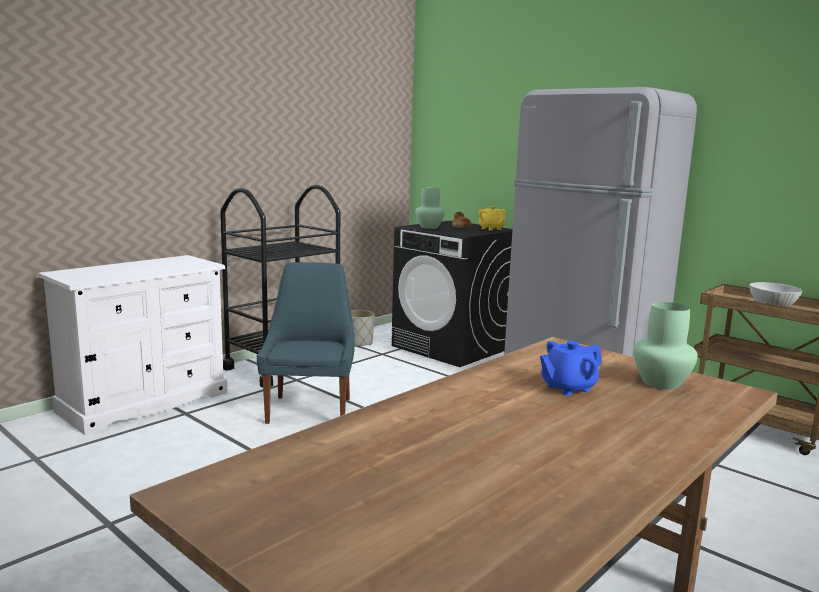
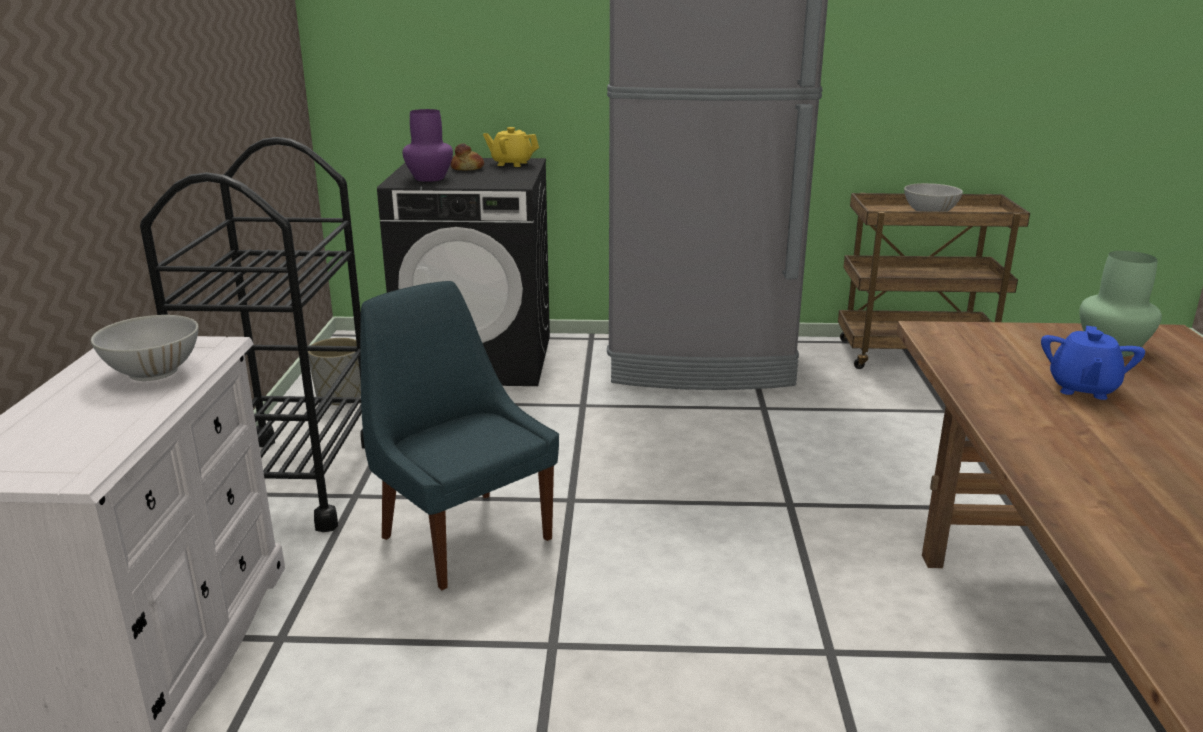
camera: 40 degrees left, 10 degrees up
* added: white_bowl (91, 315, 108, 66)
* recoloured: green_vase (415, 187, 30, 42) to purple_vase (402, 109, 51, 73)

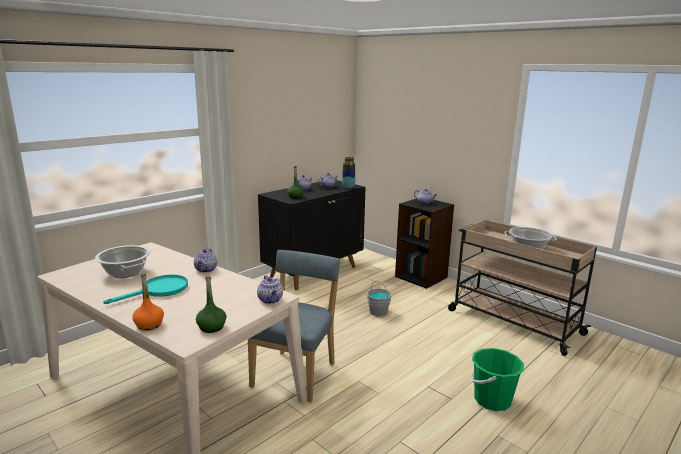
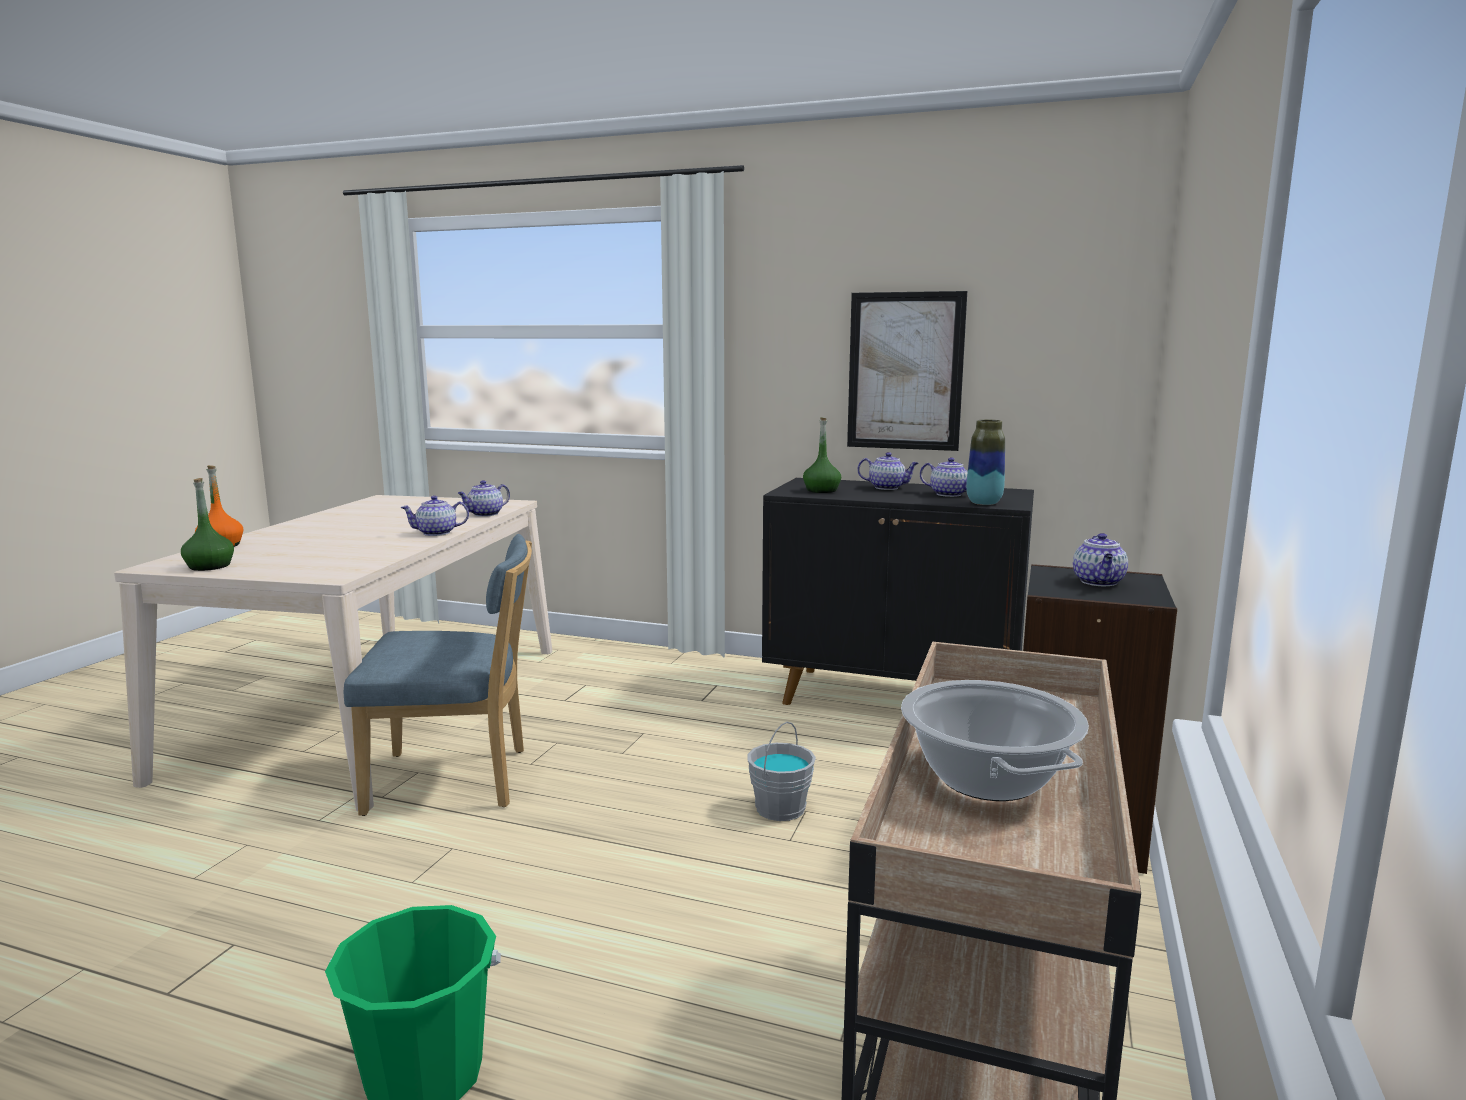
camera: 65 degrees right, 5 degrees down
* removed: cooking_pot (95, 245, 56, 33)
* removed: turquoise_frying_pan (103, 275, 85, 29)
* added: picture (847, 291, 120, 160)
* moved: teapot (257, 275, 26, 29) to (458, 480, 52, 37)

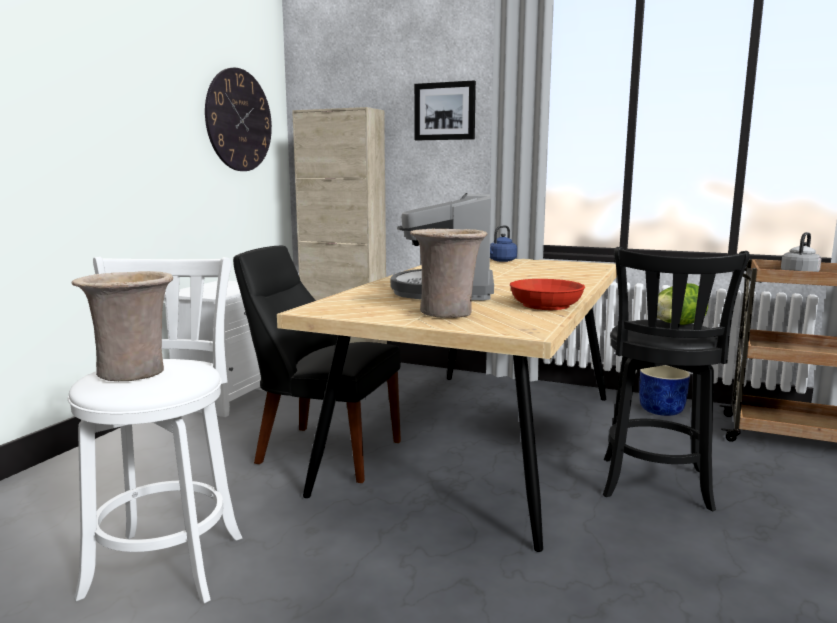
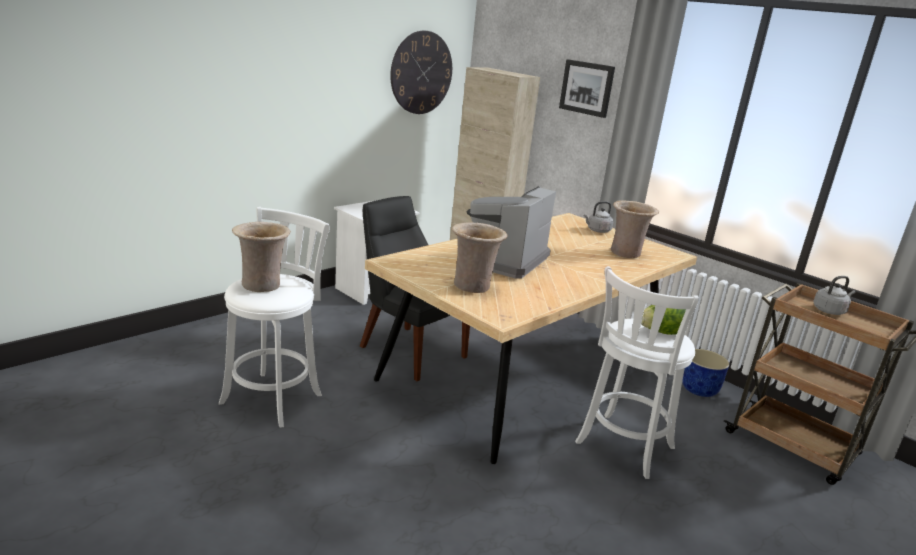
camera: 20 degrees right, 10 degrees up
* removed: red_bowl (510, 279, 75, 31)
* added: beige_vase (611, 200, 48, 58)
* recoloured: blue_kettle (490, 225, 27, 37) to grey_kettle (583, 201, 30, 32)
* recoloured: black_stool (603, 247, 147, 265) to white_stool (575, 266, 124, 213)

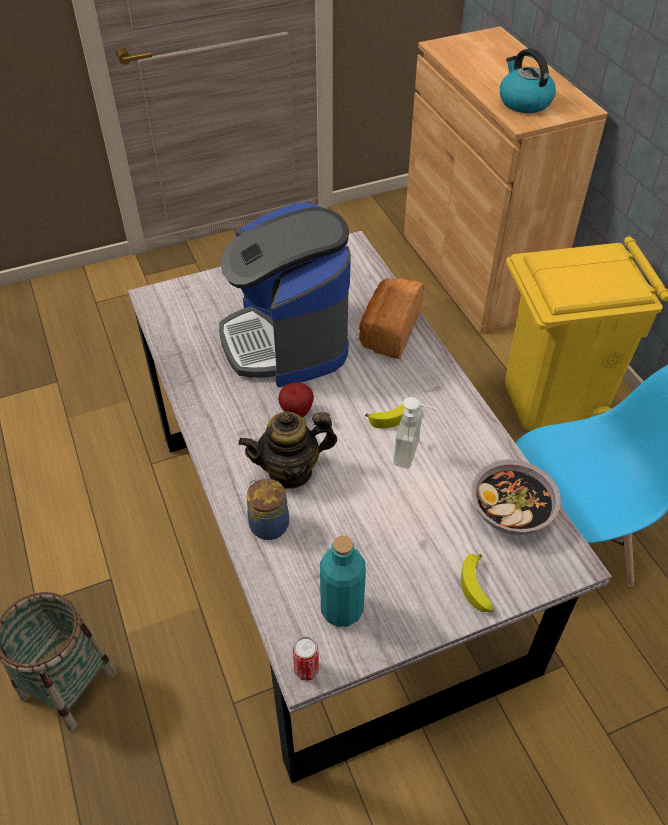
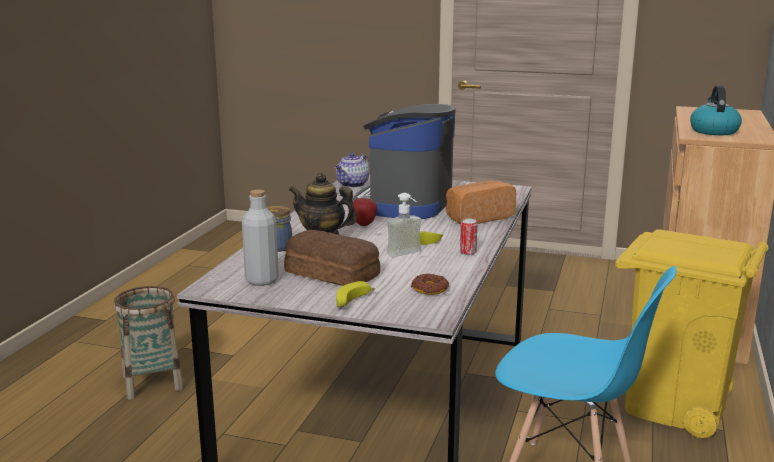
camera: 40 degrees right, 30 degrees down
* added: bread (284, 230, 96, 56)
* added: teapot (335, 153, 34, 35)
* moved: can (293, 636, 26, 45) to (460, 219, 17, 36)
* replaced: bowl (472, 459, 89, 76) to donut (411, 274, 38, 21)
* recoloured: turquoise_bottle (320, 536, 46, 91) to grey_bottle (242, 190, 37, 96)

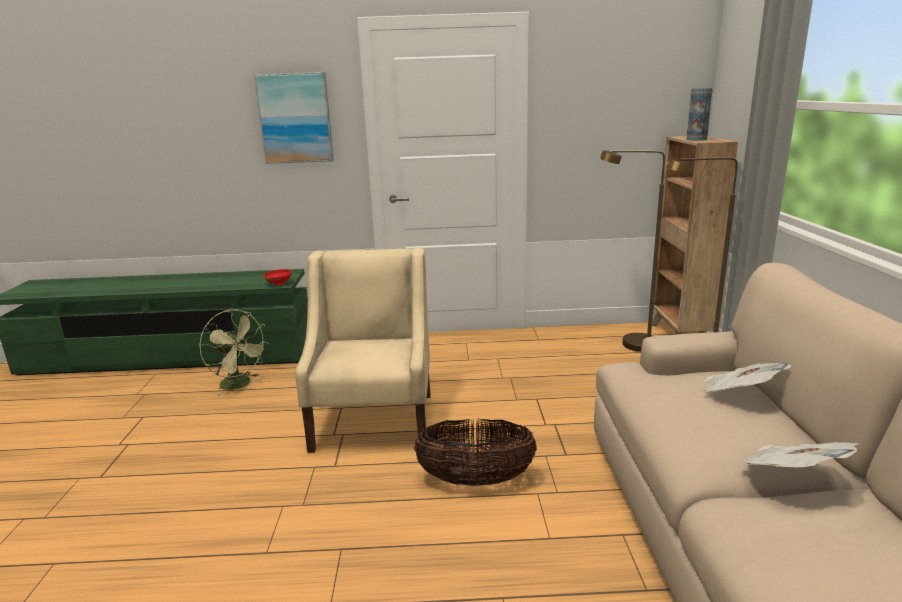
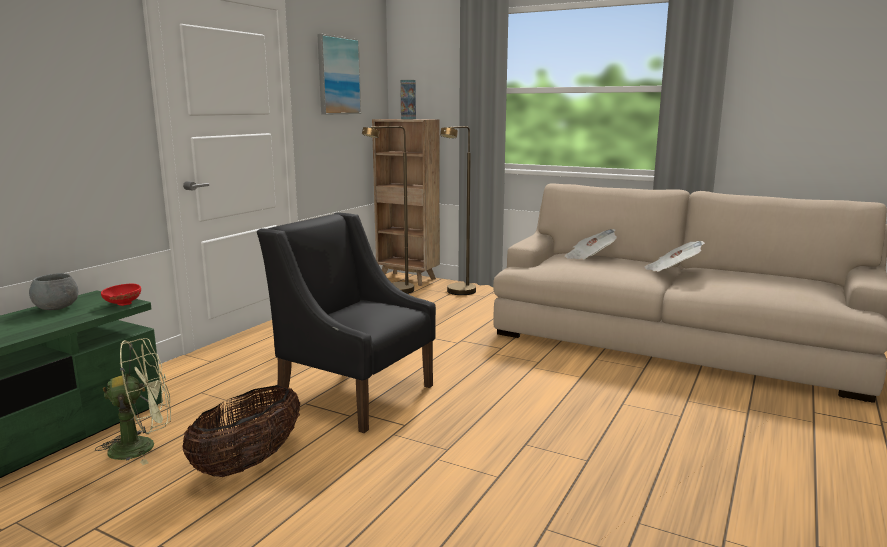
camera: 60 degrees left, 5 degrees down
* added: grey_bowl (29, 273, 49, 37)
* moved: picture (253, 72, 81, 92) to (317, 34, 44, 81)
* moved: basket (413, 419, 124, 67) to (183, 385, 117, 92)
* recoloured: beige_armchair (295, 247, 136, 206) to black_armchair (257, 213, 179, 220)

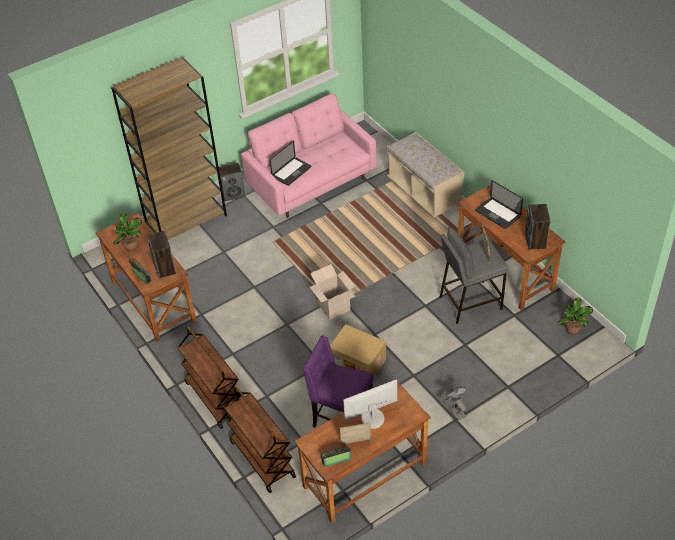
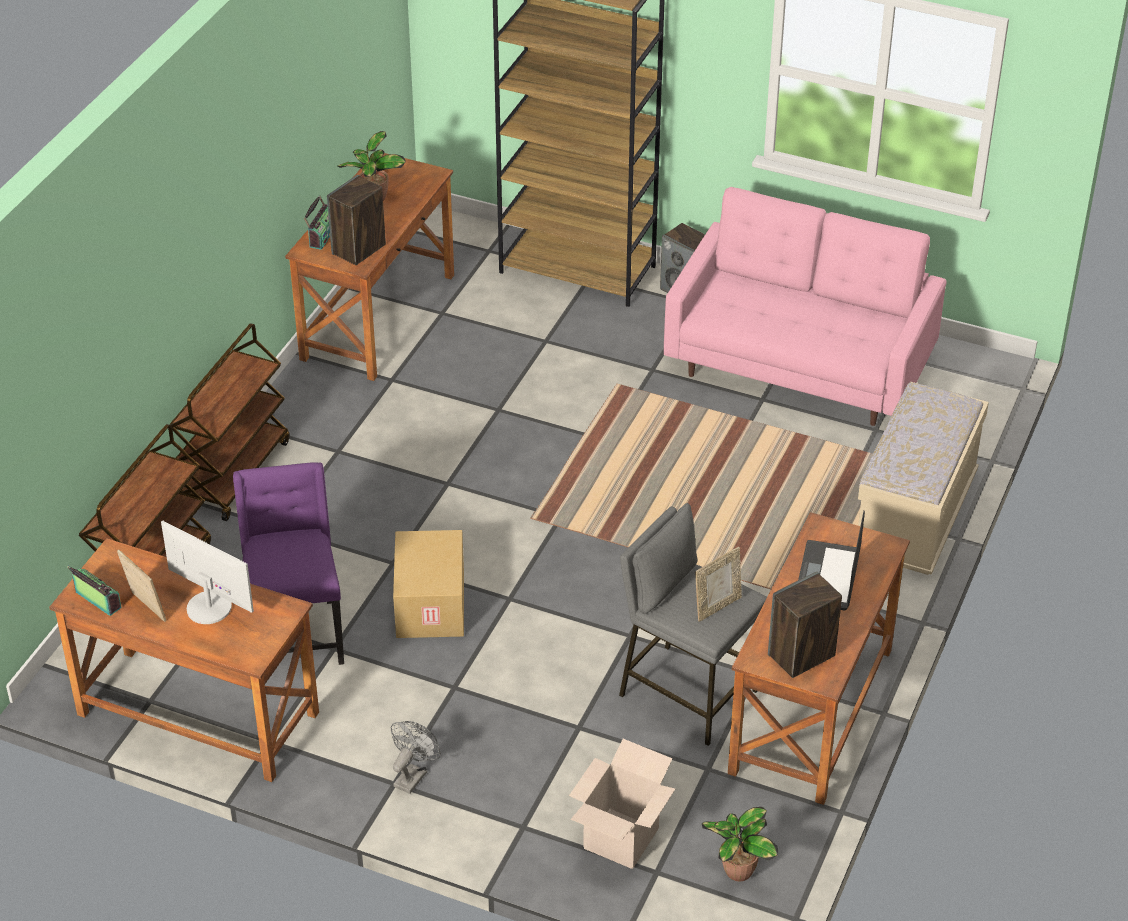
camera: 55 degrees right, 5 degrees down
* removed: laptop (270, 141, 41, 45)
* moved: cardboard_box (310, 264, 45, 56) to (569, 739, 106, 130)

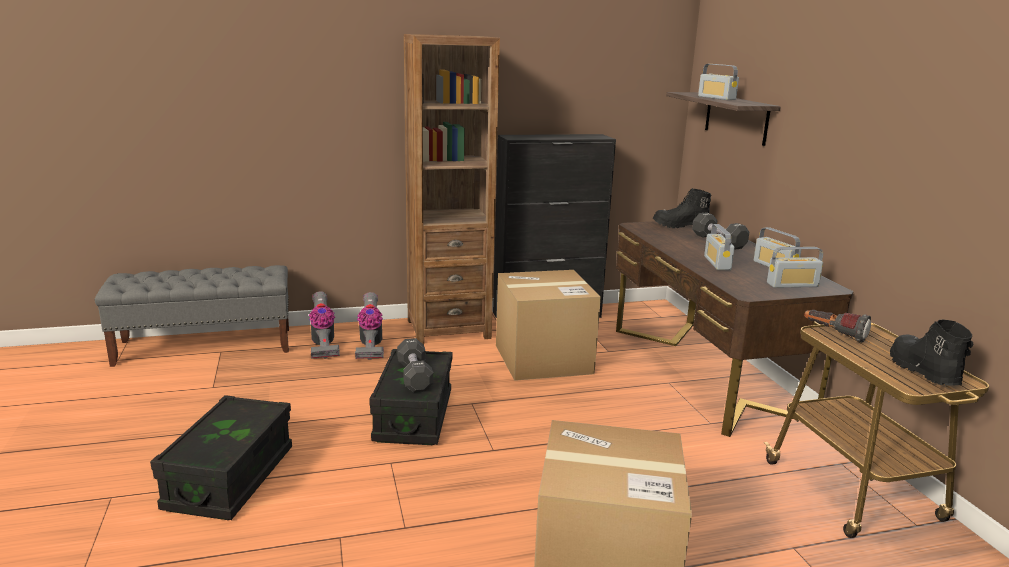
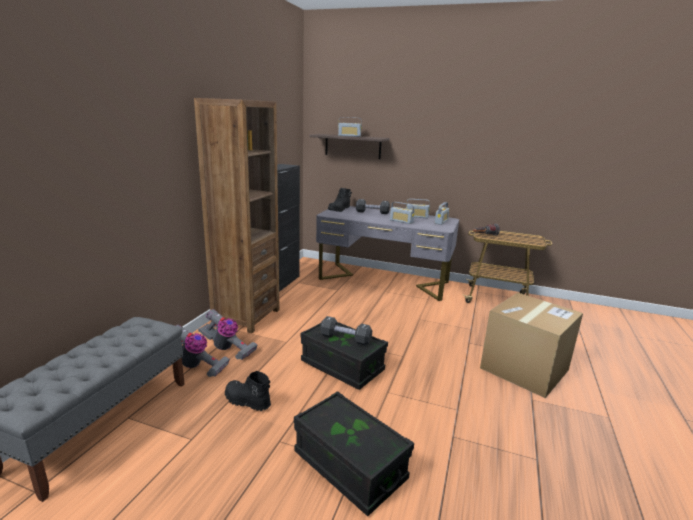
camera: 55 degrees left, 0 degrees up
* removed: cardboard_box (496, 270, 105, 111)
* moved: black_boot (890, 320, 83, 66) to (225, 371, 46, 40)
* recoloured: brown_desk (616, 221, 238, 216) to grey_desk (316, 206, 143, 95)

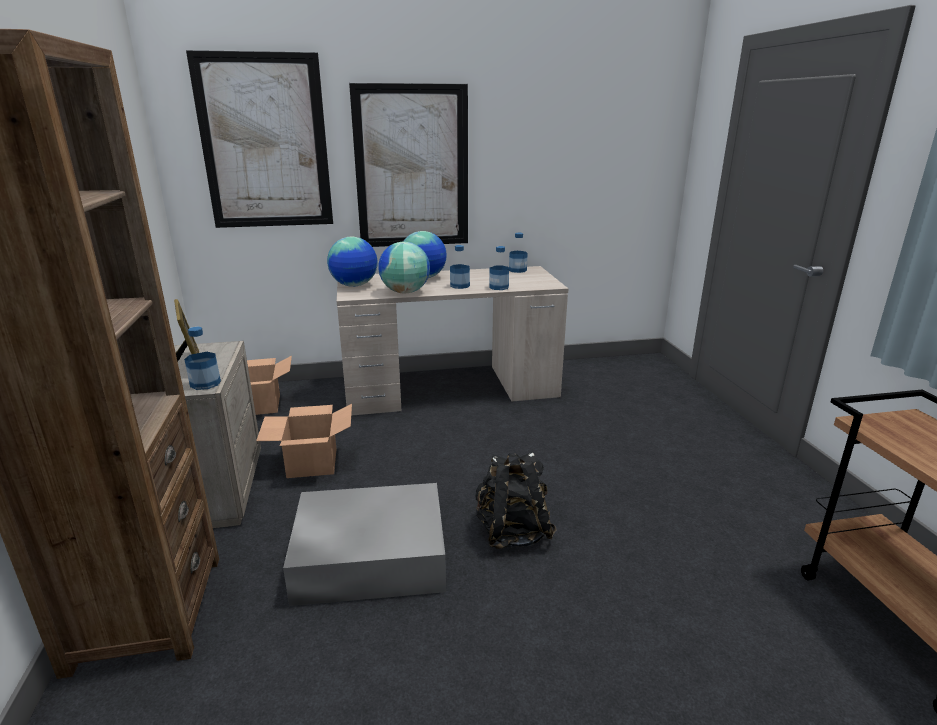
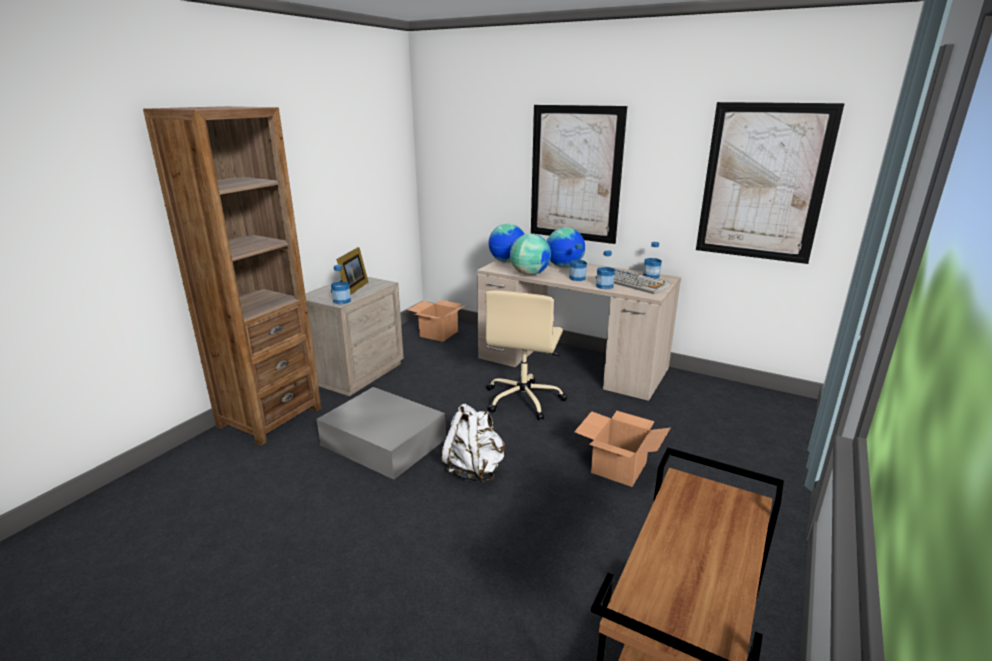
camera: 40 degrees right, 0 degrees up
* added: beige_office_chair (485, 290, 82, 130)
* added: keyboard (596, 268, 74, 26)
* moved: picture (186, 50, 147, 178) to (696, 102, 149, 162)
* moved: cardboard_box (256, 404, 96, 74) to (574, 411, 96, 76)
* recoloured: black_backpack (475, 452, 82, 97) to white_backpack (441, 404, 64, 79)

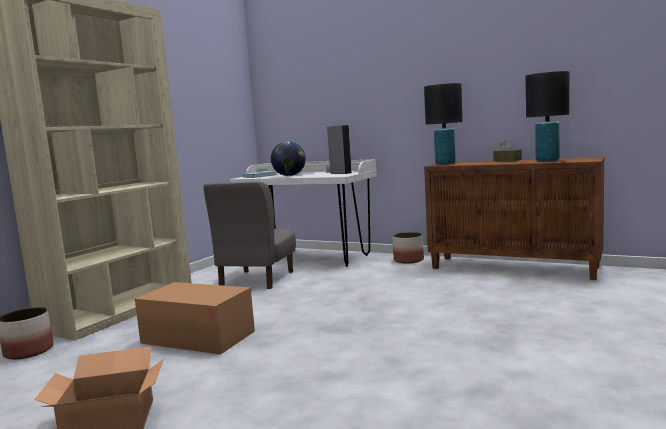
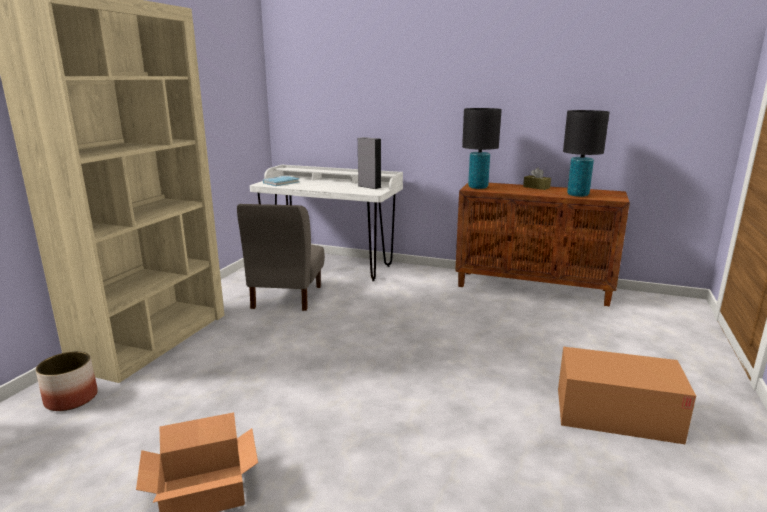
camera: 10 degrees left, 10 degrees up
* removed: globe (271, 141, 35, 35)
* removed: planter (393, 232, 31, 32)
* moved: cardboard_box (135, 282, 120, 72) to (558, 347, 138, 97)

